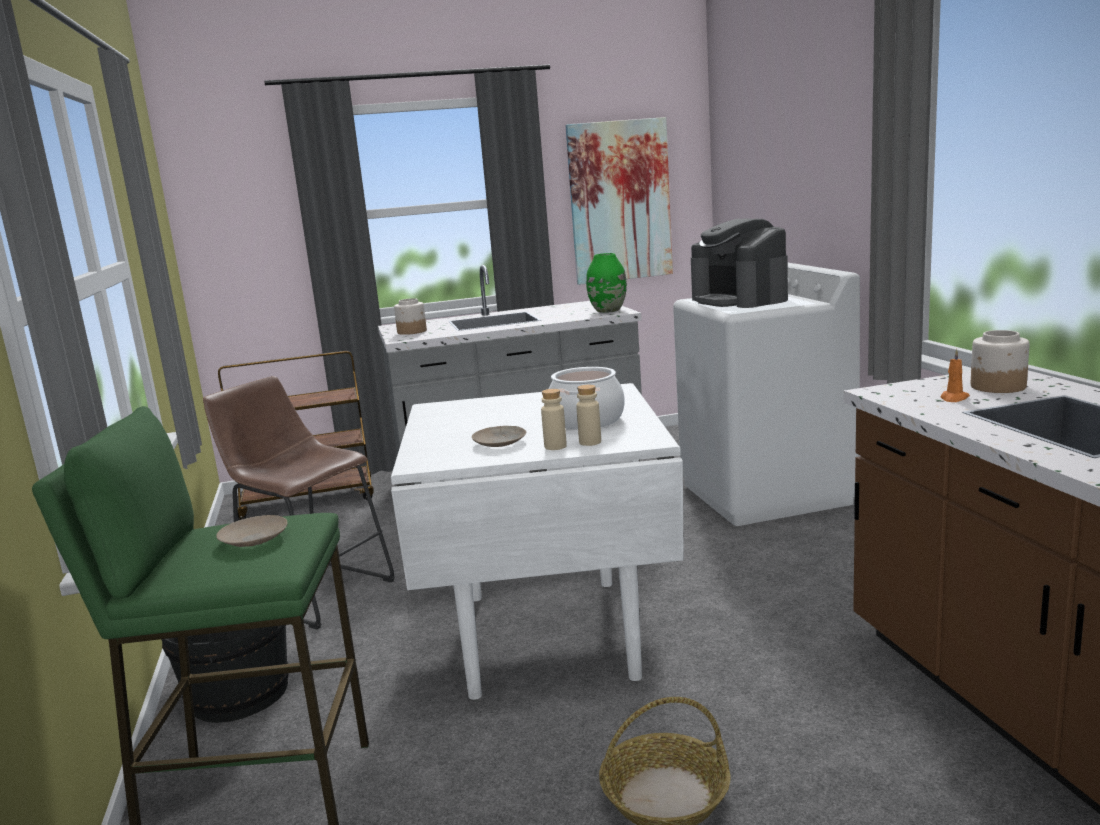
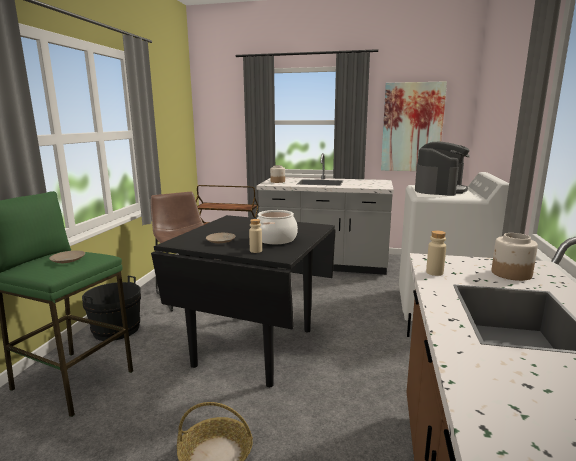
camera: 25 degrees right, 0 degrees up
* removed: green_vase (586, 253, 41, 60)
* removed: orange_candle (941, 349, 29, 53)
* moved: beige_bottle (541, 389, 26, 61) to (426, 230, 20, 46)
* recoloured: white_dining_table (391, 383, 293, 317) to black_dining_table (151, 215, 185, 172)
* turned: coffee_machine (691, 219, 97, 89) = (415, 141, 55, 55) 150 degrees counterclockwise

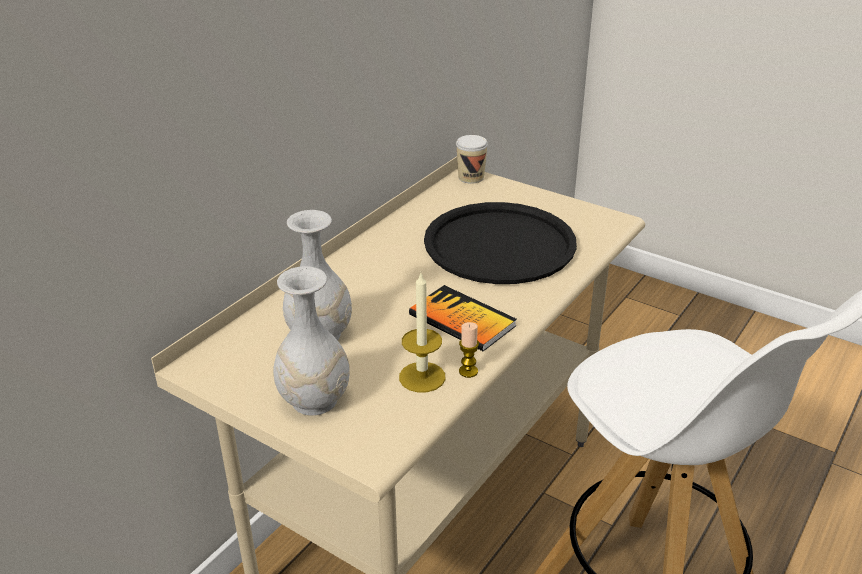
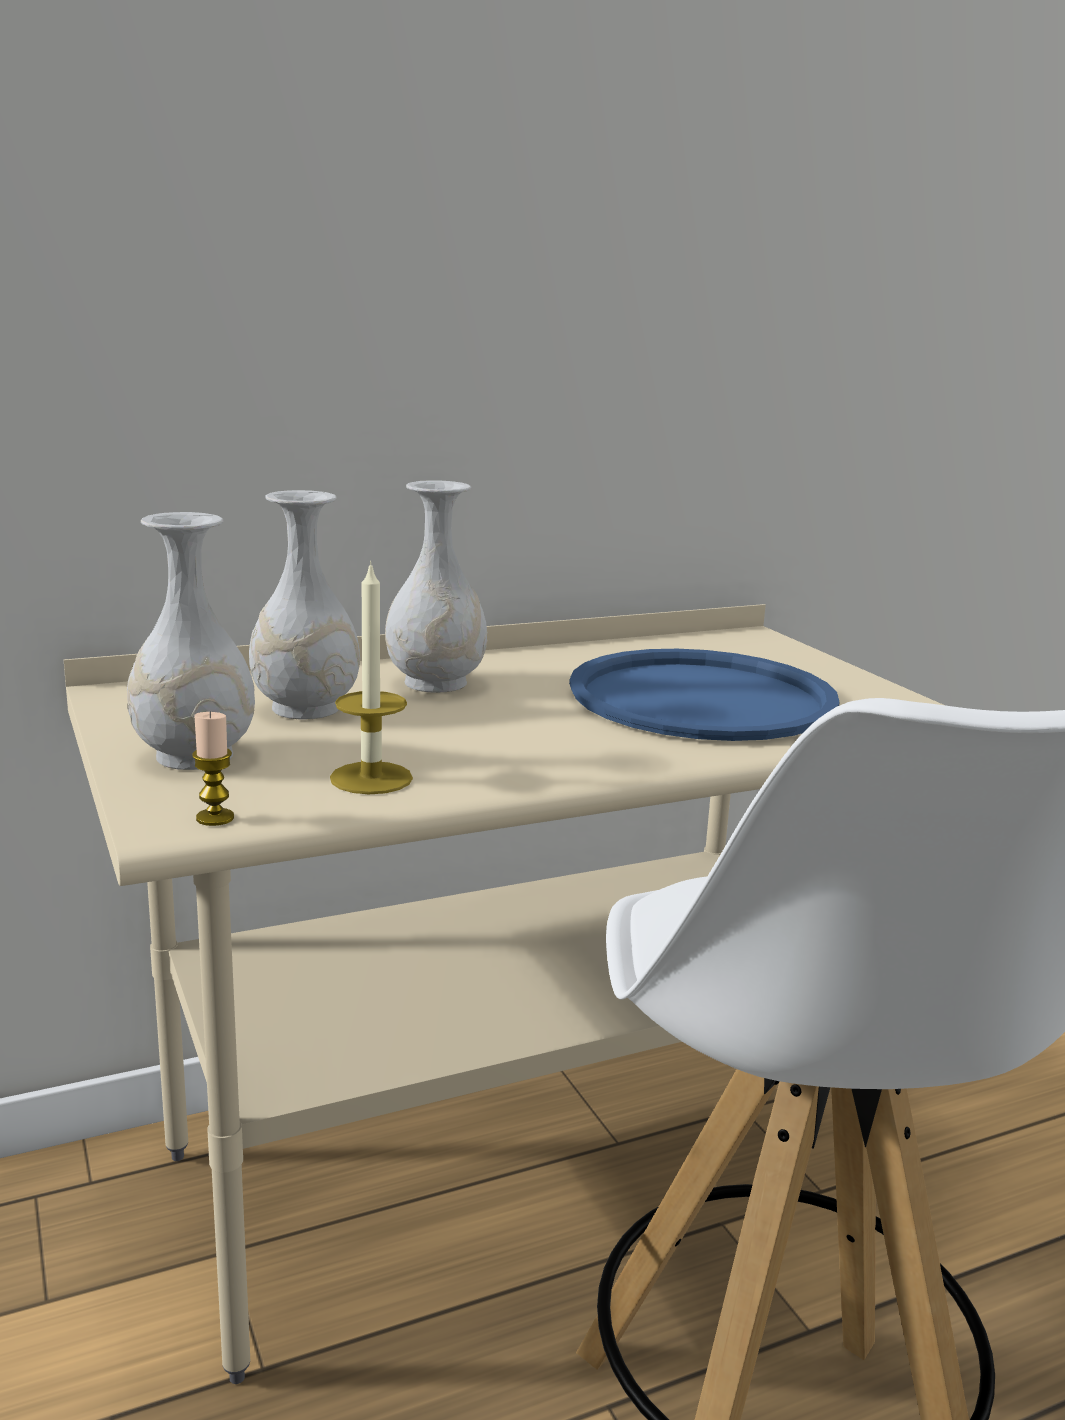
camera: 30 degrees right, 15 degrees down
* removed: book (409, 285, 108, 66)
* removed: cup (456, 135, 32, 49)
* added: white_vase (385, 481, 103, 212)
* moved: candle (459, 322, 20, 56) to (192, 712, 42, 114)
* recoloured: black_tray (424, 202, 153, 82) to blue_tray (569, 649, 271, 92)

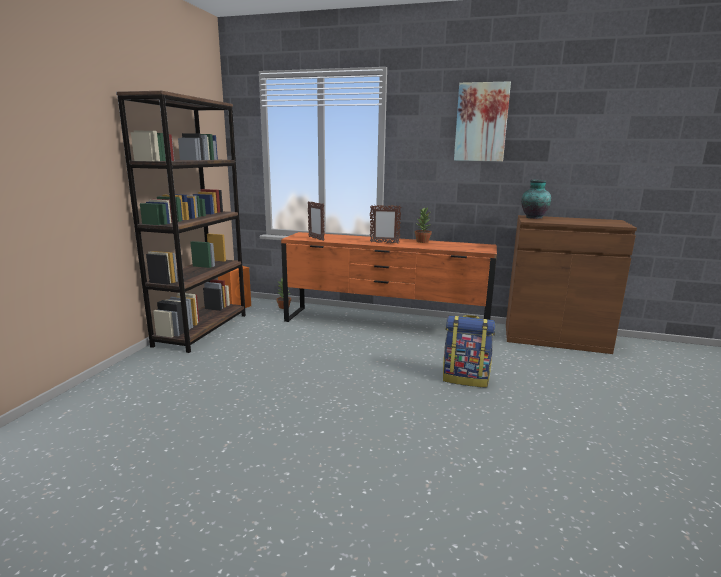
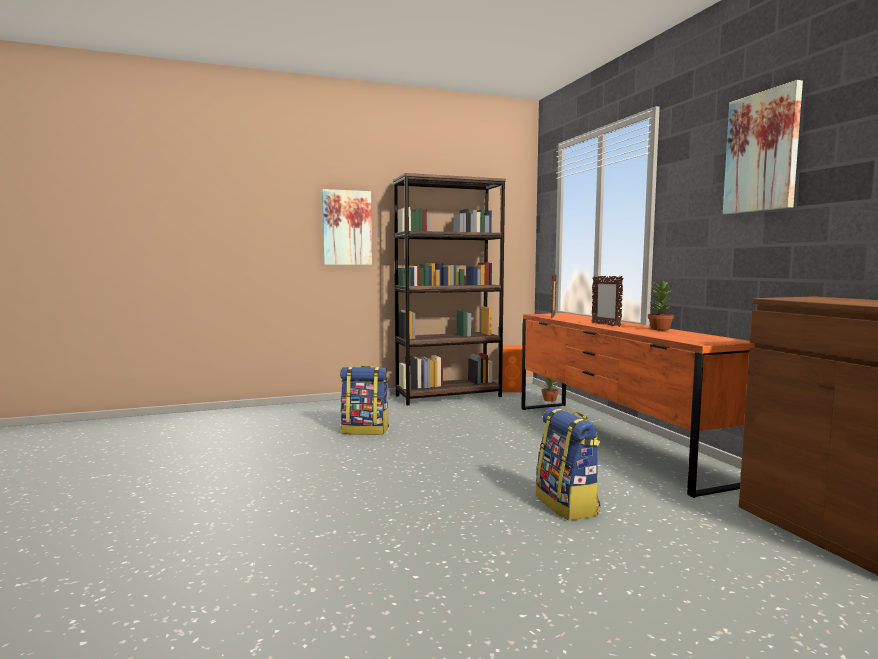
camera: 55 degrees right, 10 degrees down
* removed: vase (521, 180, 30, 39)
* added: picture (322, 189, 50, 76)
* added: backpack (340, 366, 49, 69)

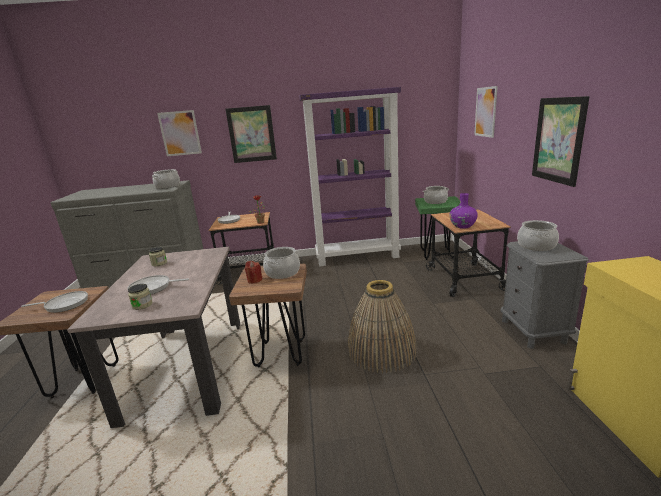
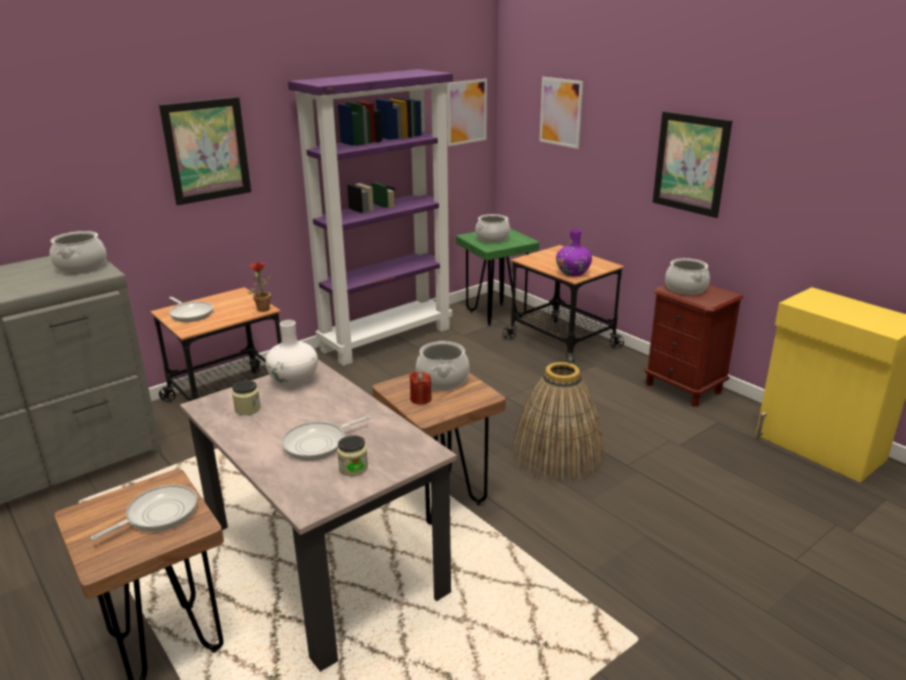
camera: 35 degrees left, 5 degrees up
* added: white_vase (265, 320, 53, 67)
* moved: picture (157, 110, 45, 46) to (447, 79, 40, 67)
* recoloured: grey_nightstand (500, 241, 89, 108) to brown_nightstand (644, 284, 99, 123)

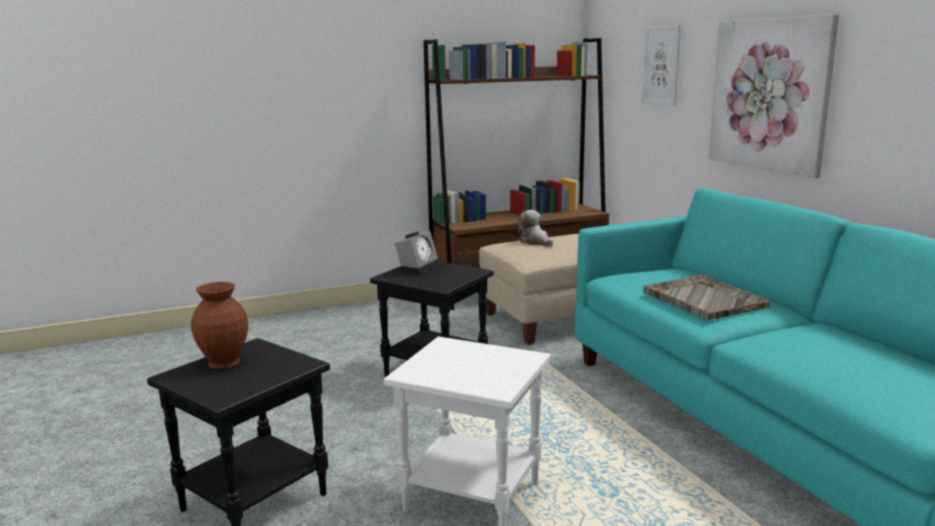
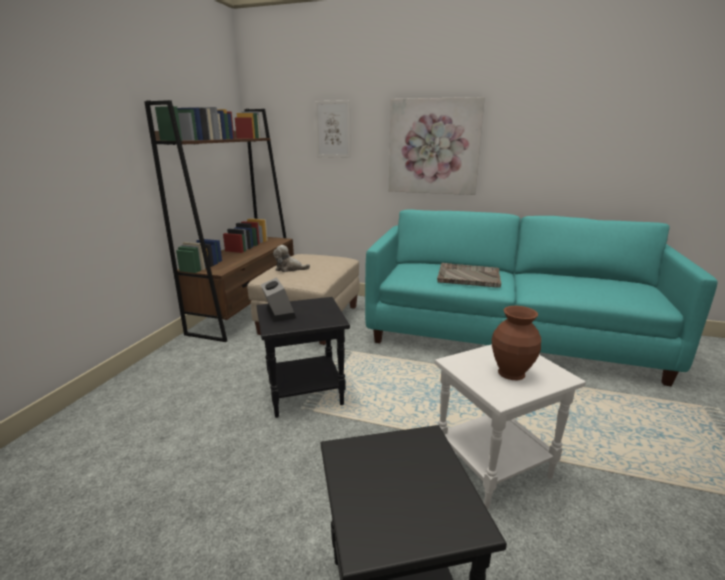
camera: 50 degrees left, 5 degrees up
* moved: brown_vase (191, 282, 57, 87) to (492, 306, 49, 74)

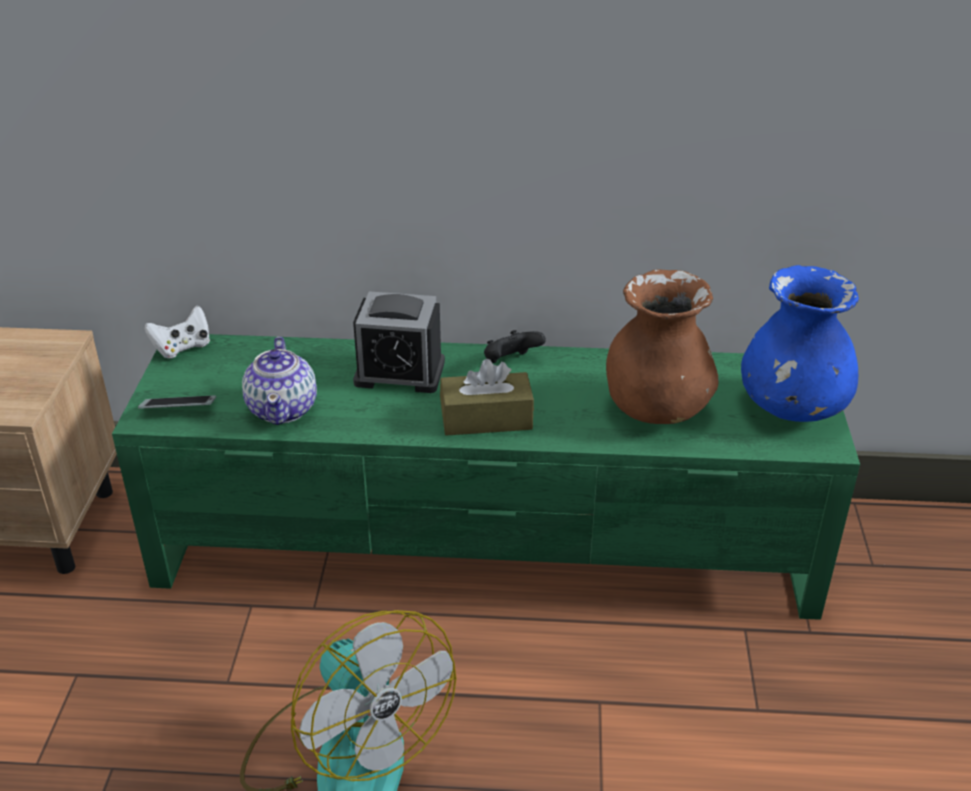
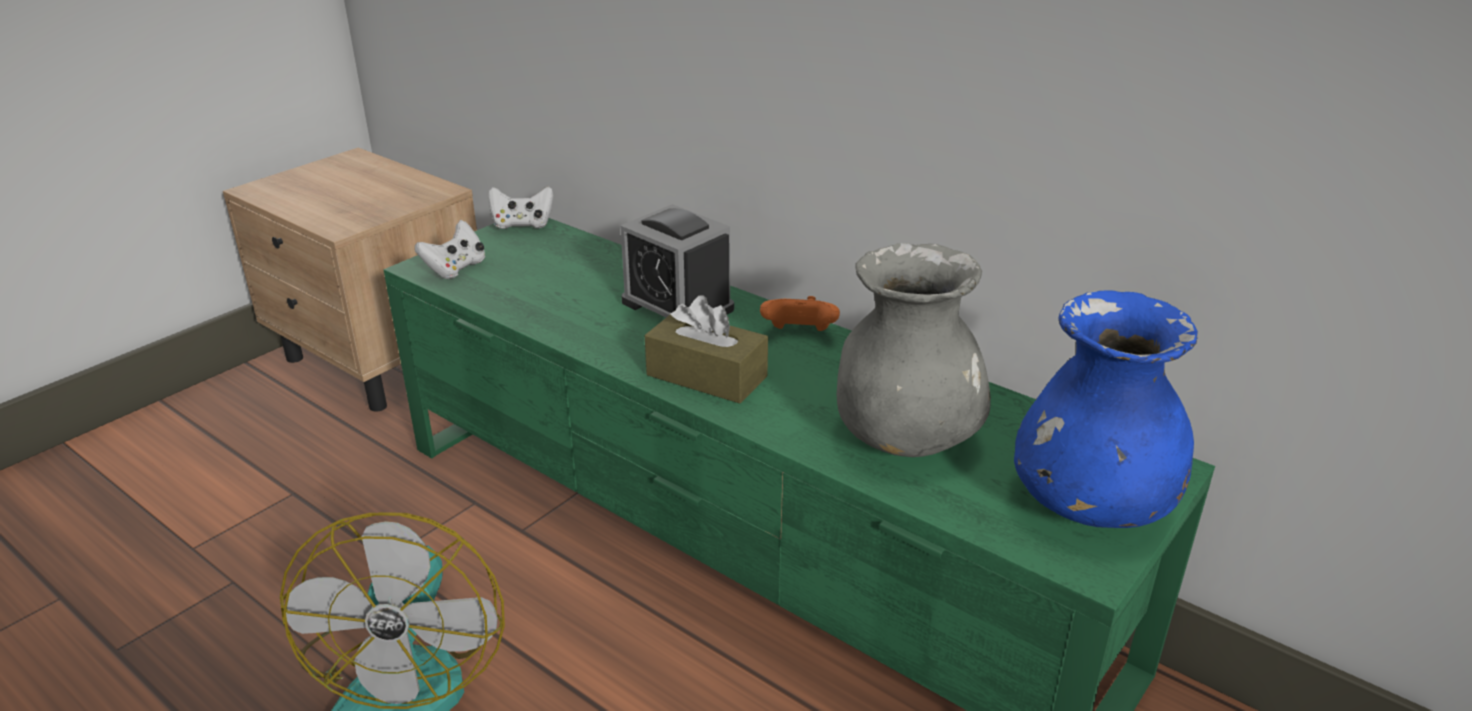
camera: 35 degrees right, 5 degrees down
* removed: teapot (242, 337, 75, 88)
* replaced: phone (138, 395, 78, 14) to white_game_controller (415, 220, 70, 59)
* recoloured: black_game_controller (484, 330, 62, 33) to orange_game_controller (760, 296, 80, 35)
* recoloured: brown_vase (606, 269, 113, 155) to grey_vase (836, 243, 155, 214)

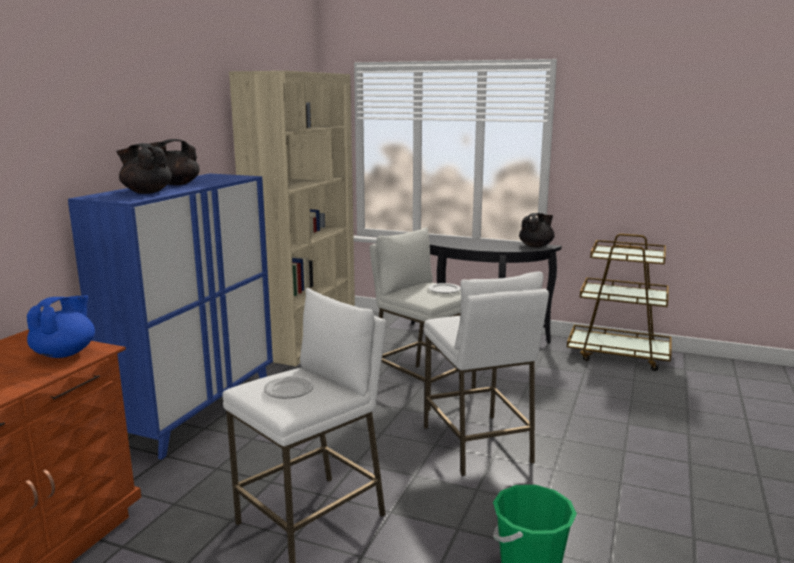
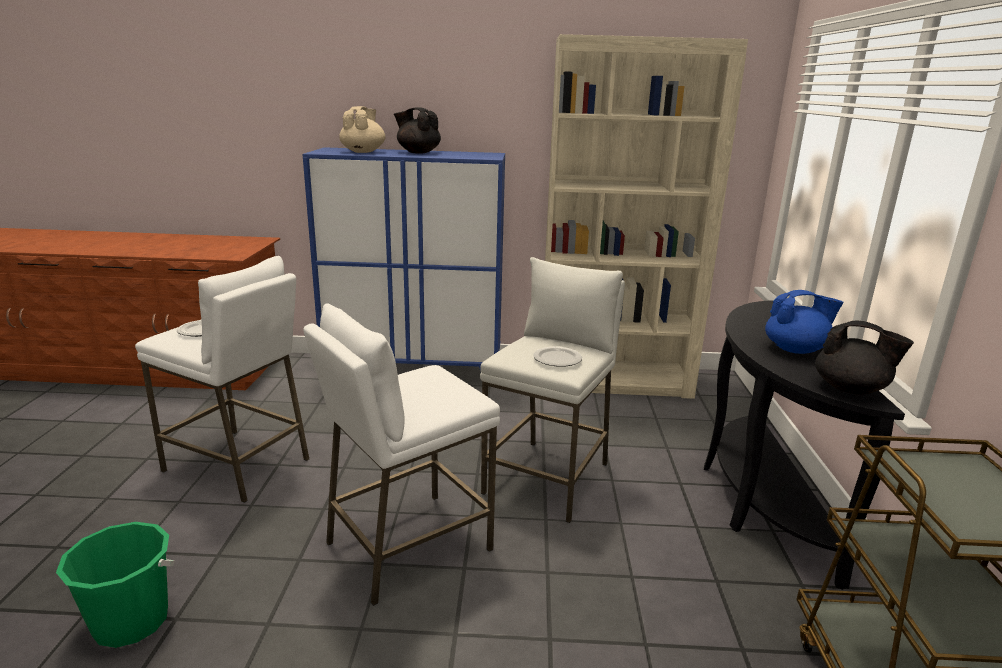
camera: 70 degrees right, 5 degrees up
* moved: blue_teapot (26, 295, 69, 63) to (765, 290, 78, 64)
* recoloured: black_teapot (116, 143, 56, 51) to beige_teapot (339, 106, 46, 47)

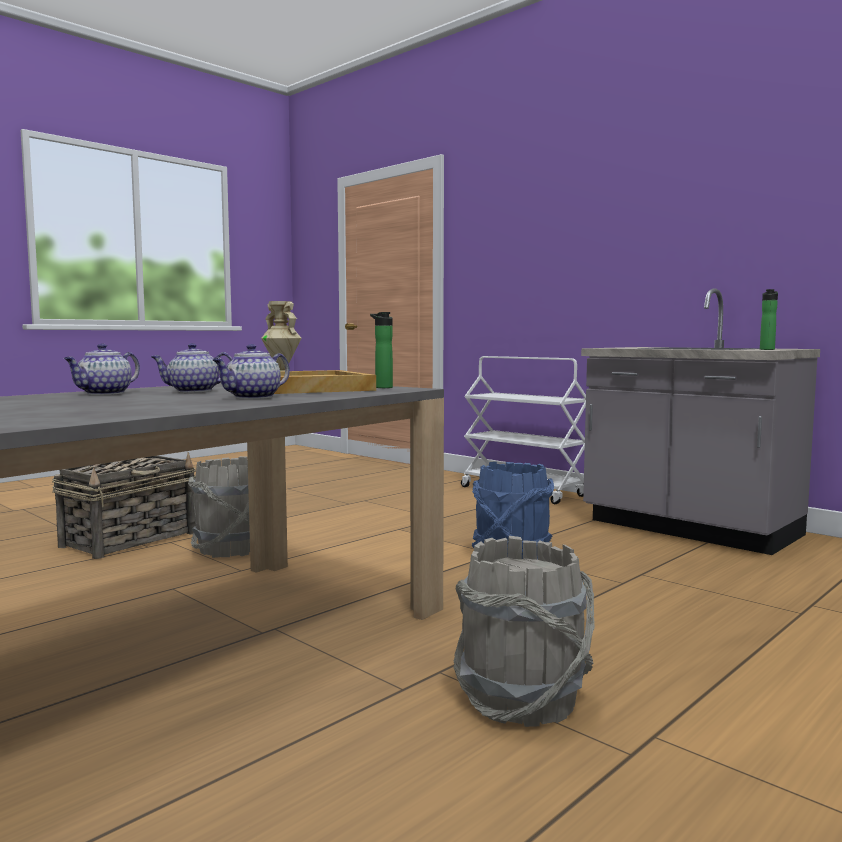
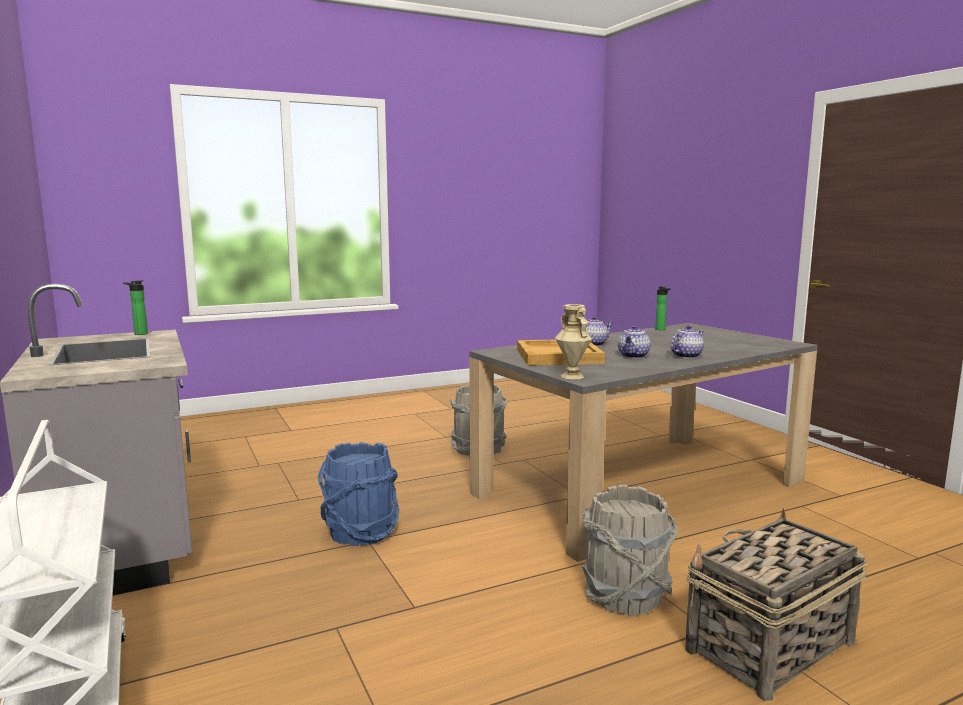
camera: 160 degrees left, 5 degrees up
* moved: bottle (370, 312, 23, 76) to (655, 286, 15, 44)
* turned: teapot (151, 343, 81, 50) = (618, 325, 33, 33) 105 degrees clockwise

